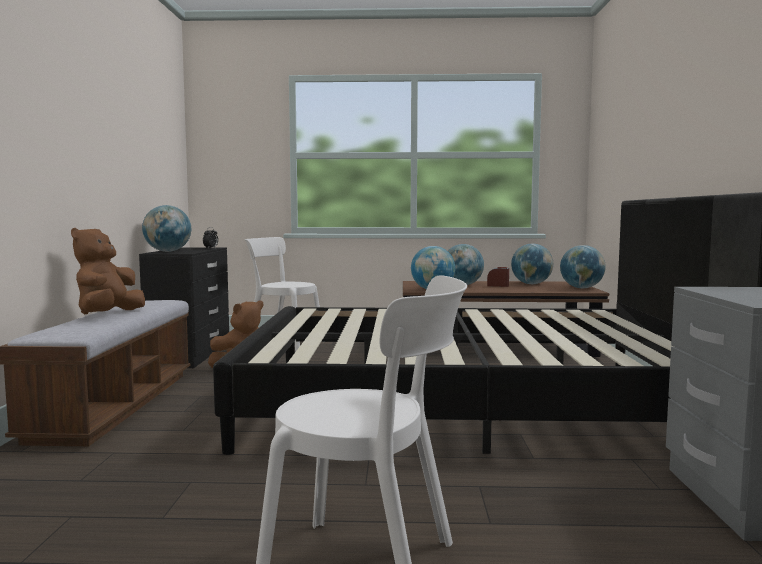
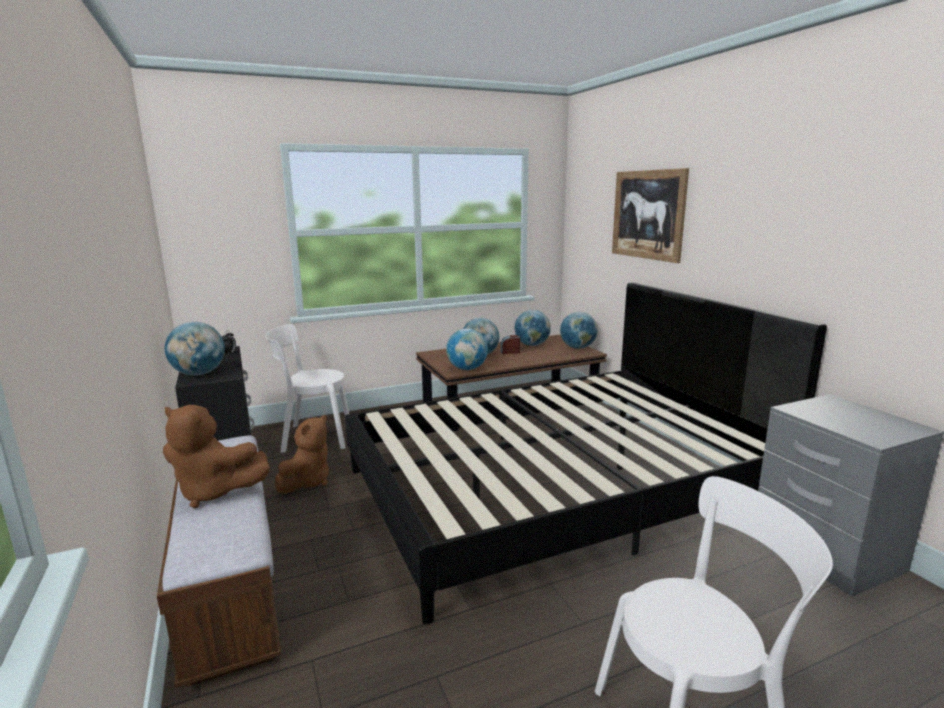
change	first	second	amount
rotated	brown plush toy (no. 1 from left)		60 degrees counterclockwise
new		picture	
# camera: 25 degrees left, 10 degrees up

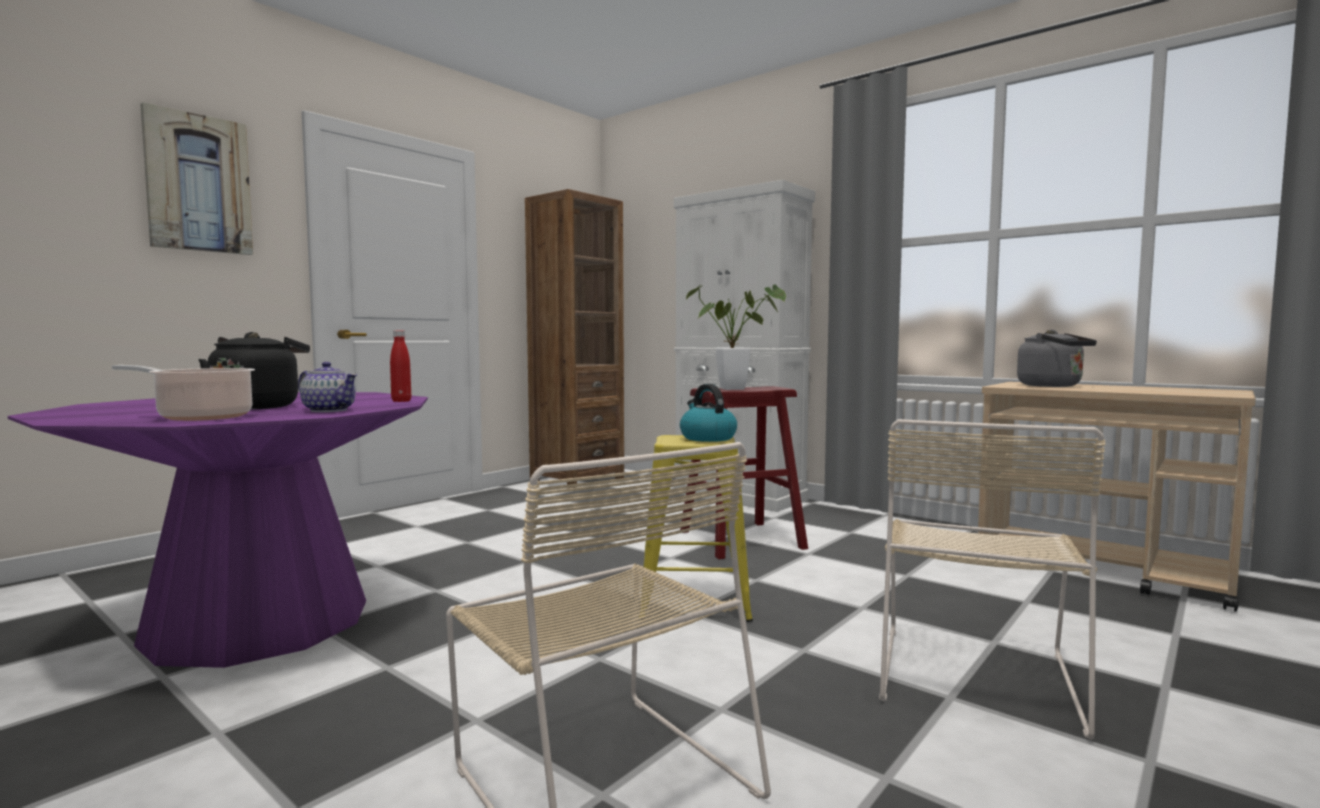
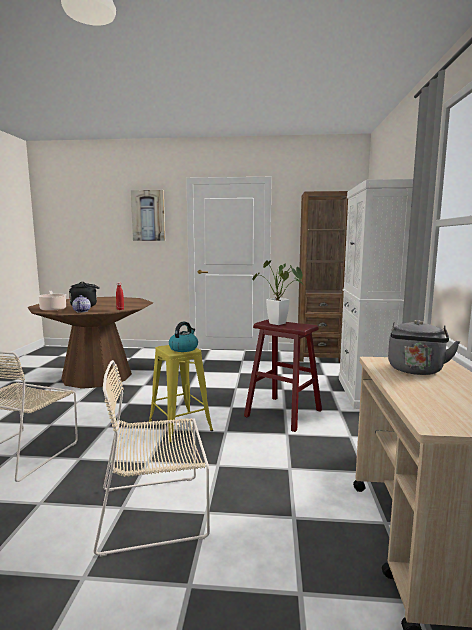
change	first	second	amount
repainted	purple dining table	brown dining table	
# camera: 55 degrees right, 5 degrees up

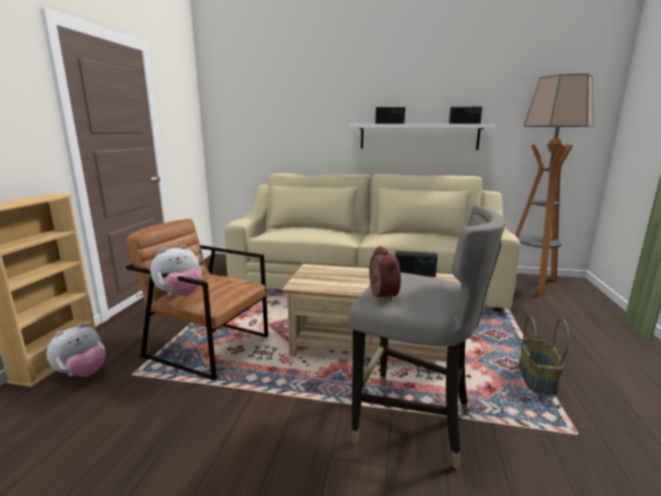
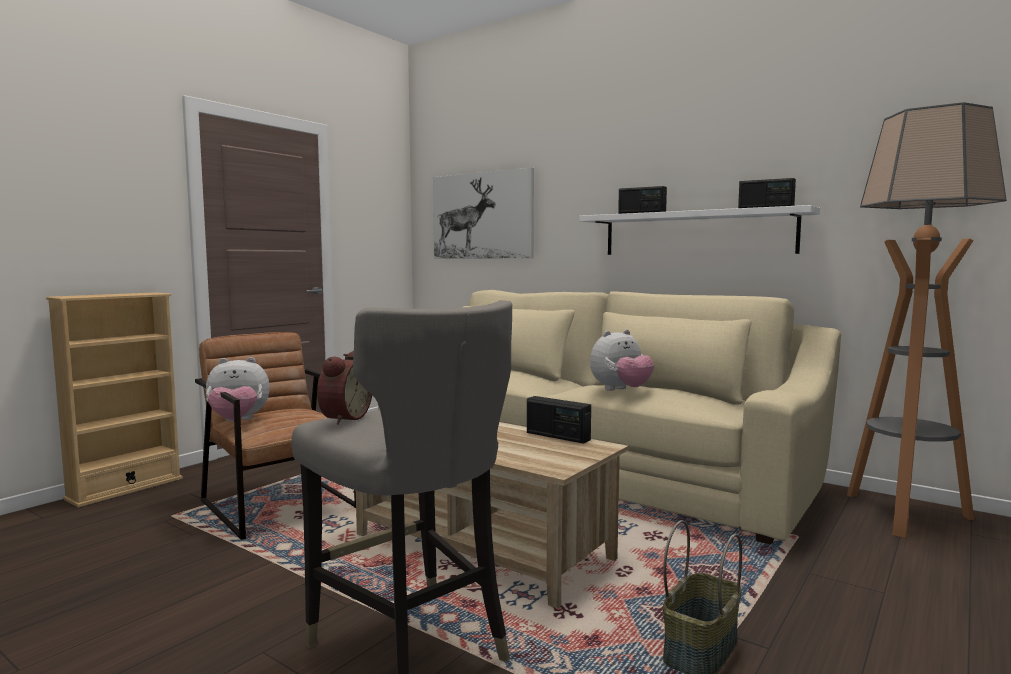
change	first	second	amount
new		picture	
shifted	plush toy (no. 1 from left in the first image)	plush toy (no. 2 from left)	
# camera: 25 degrees right, 10 degrees down

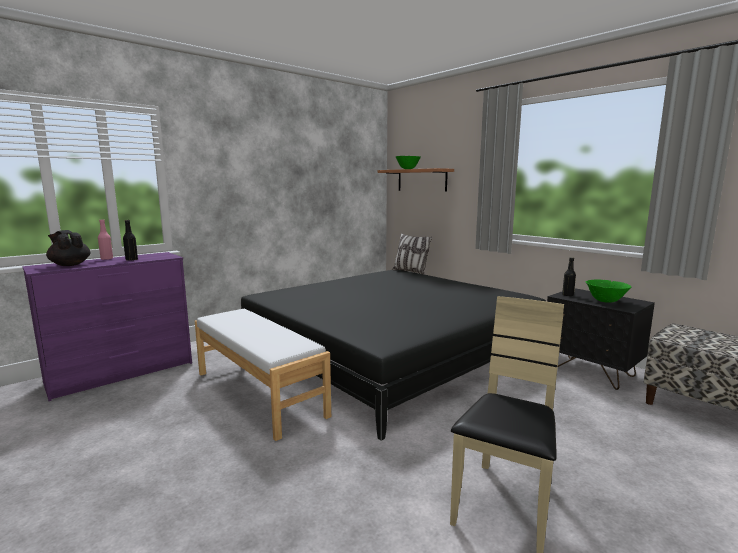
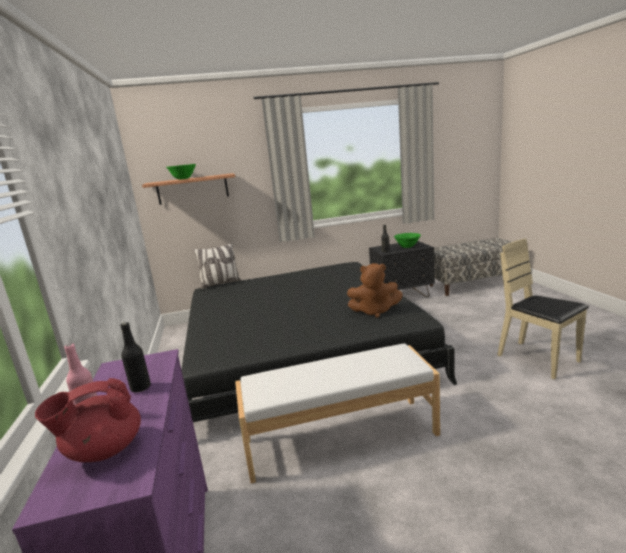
change	first	second	amount
repainted	black teapot	red teapot	
new		brown plush toy	
# camera: 60 degrees left, 5 degrees up

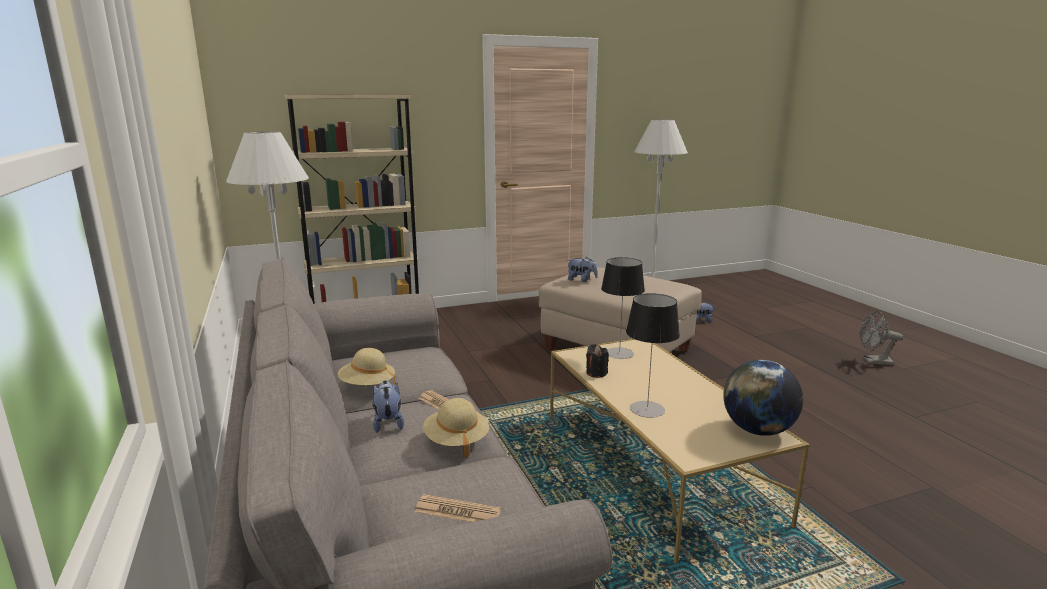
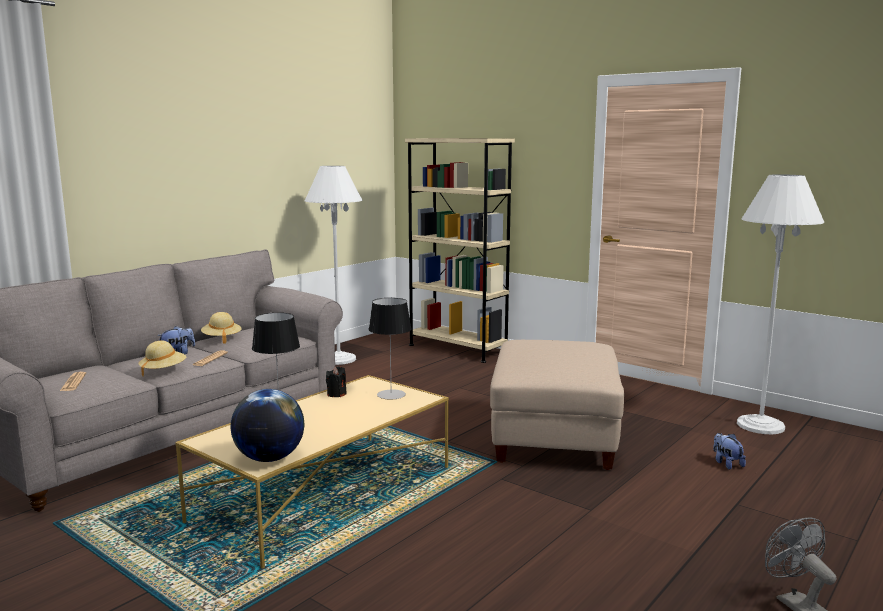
change	first	second	amount
gone	plush toy (no. 2 from left)		
# camera: 60 degrees right, 5 degrees down

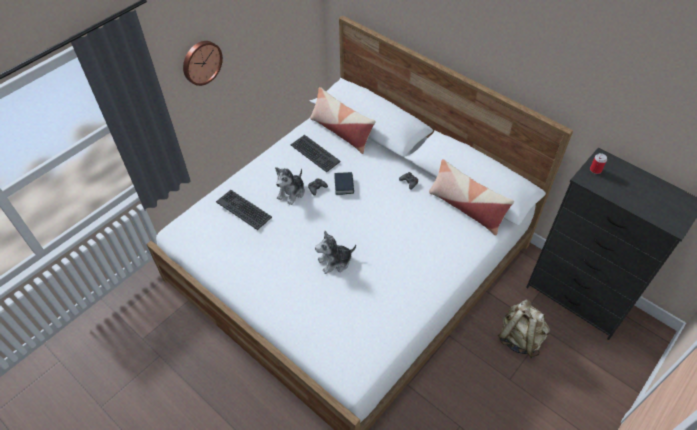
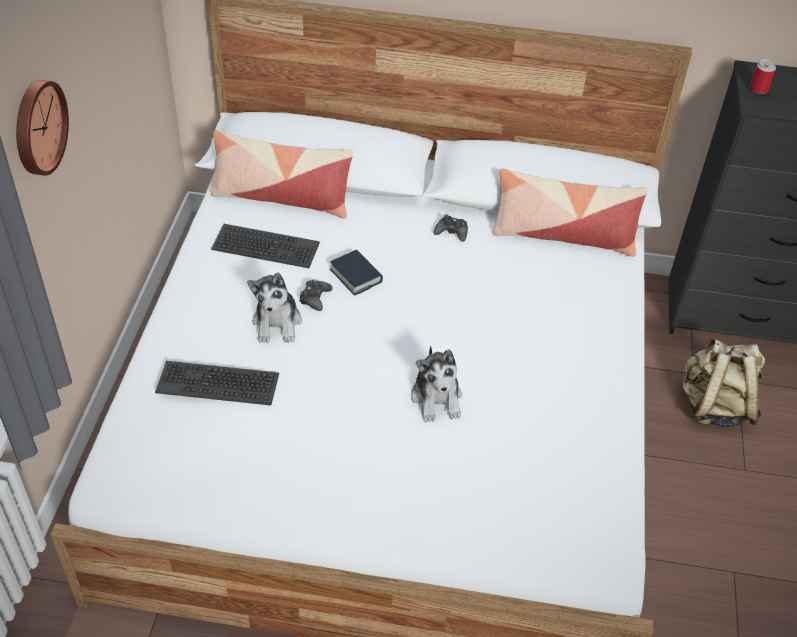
change	first	second	amount
rotated	plush toy (no. 2 from left)		45 degrees counterclockwise
# camera: 35 degrees left, 5 degrees down

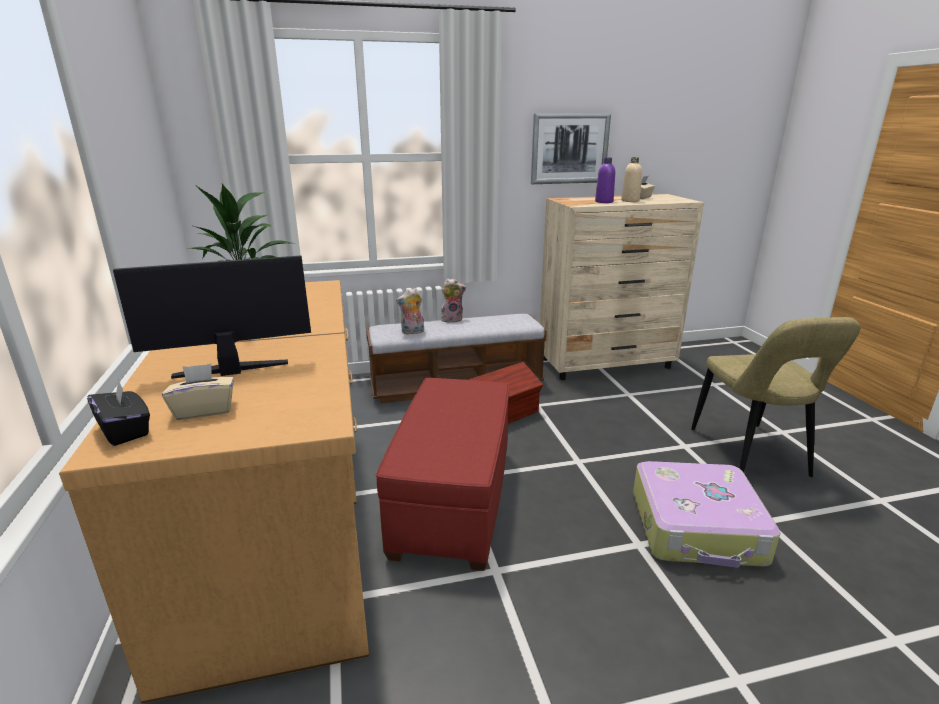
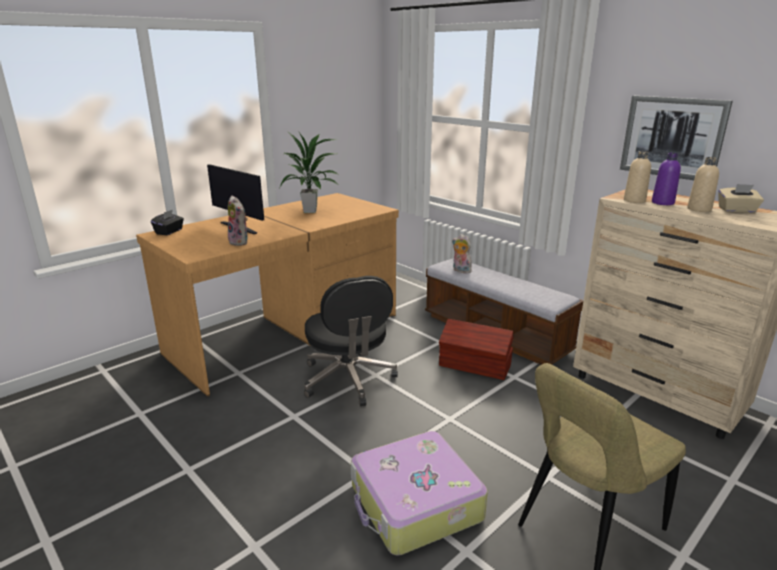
change	first	second	amount
shifted	plush toy (no. 2 from left in the first image)	plush toy (no. 1 from left)	
swapped	red ottoman	black office chair	
new		beige bottle (no. 1 from left)	
gone	beige tissue box (no. 1 from left)		
# camera: 60 degrees right, 0 degrees up

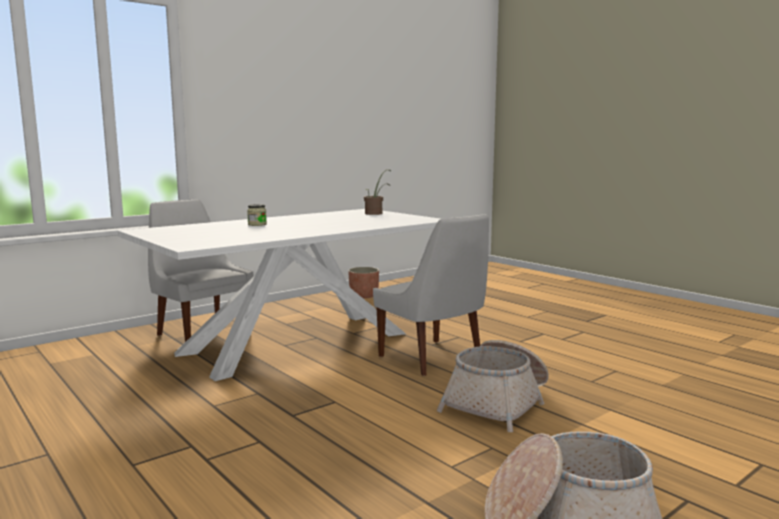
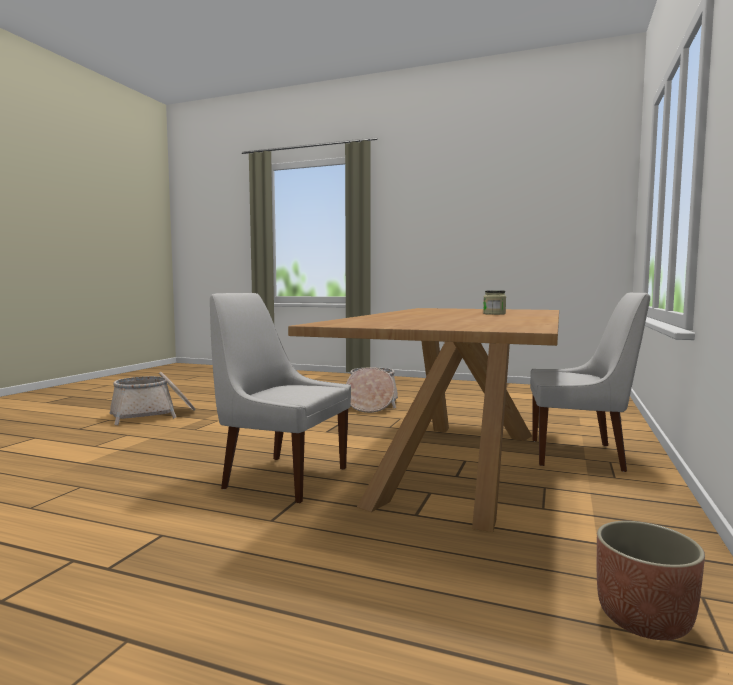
change	first	second	amount
repainted	white dining table	brown dining table	
shifted	basket (no. 1 from left in the first image)	basket (no. 2 from left)	
gone	potted plant		
# camera: 150 degrees right, 5 degrees down

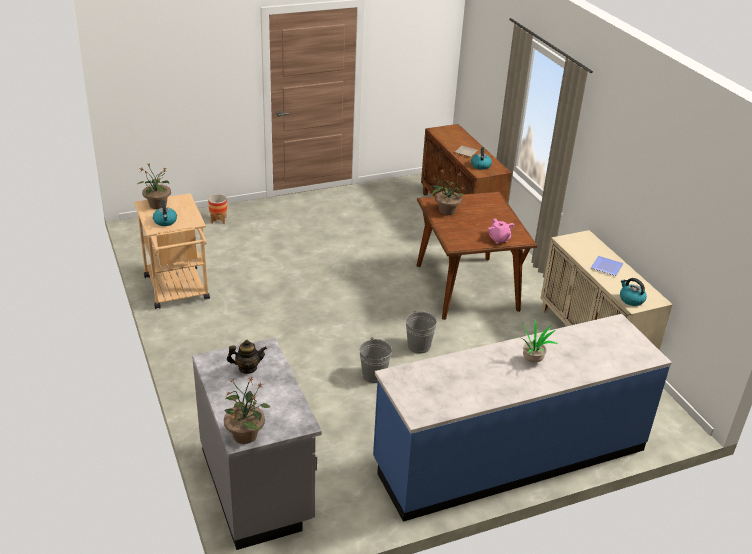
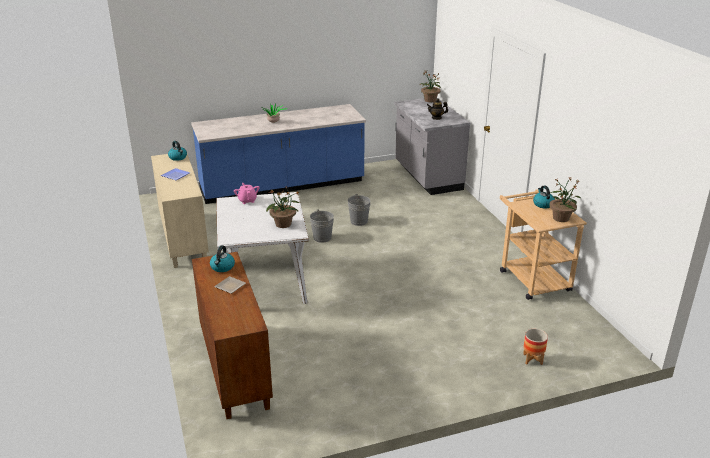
change	first	second	amount
repainted	brown dining table	white dining table	
# camera: 175 degrees left, 5 degrees down

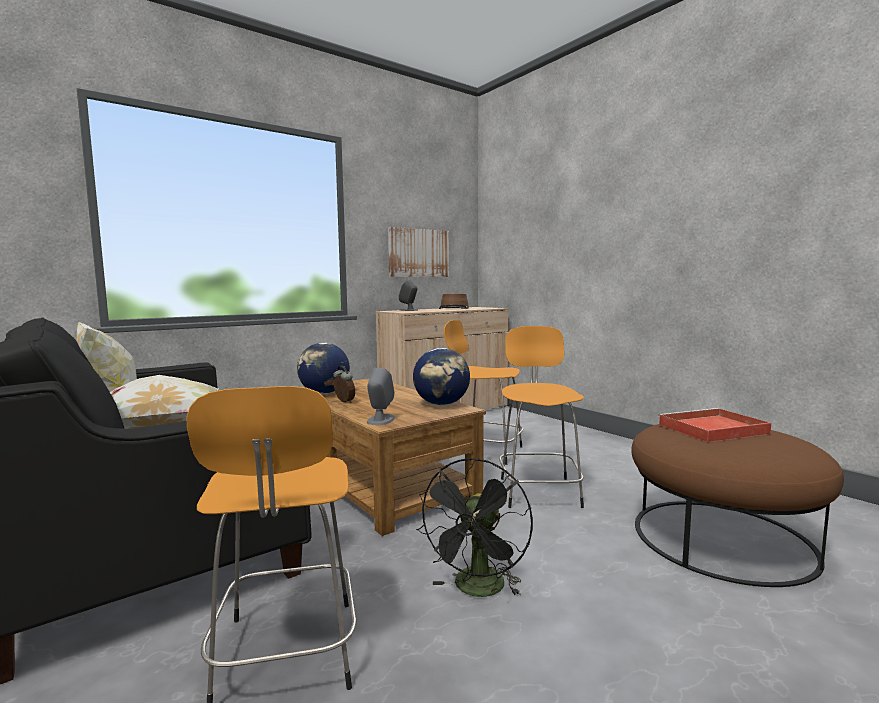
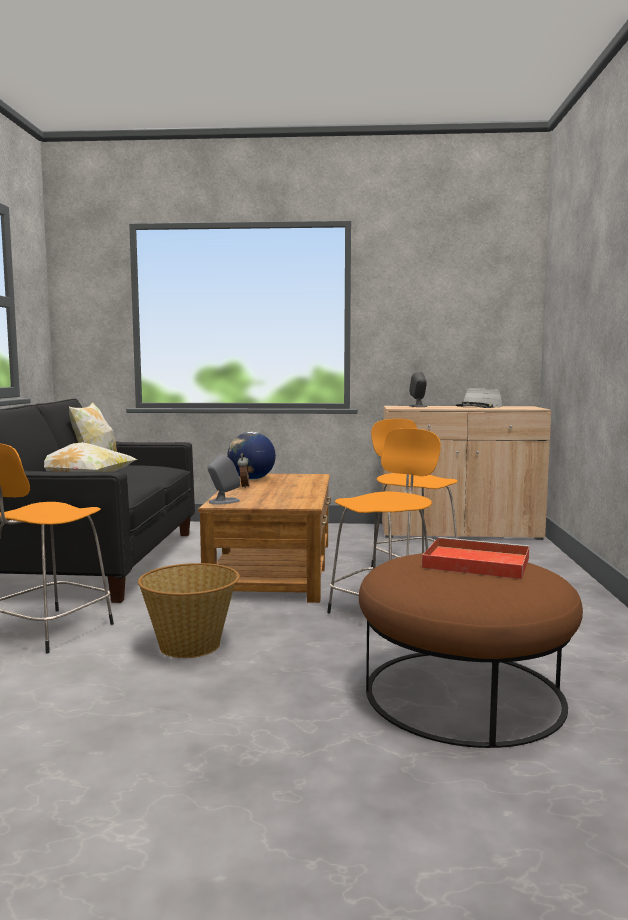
change	first	second	amount
swapped	black fan	basket	
repainted	brown hat	grey hat	
gone	picture		
gone	globe (no. 2 from left)		
# camera: 40 degrees right, 0 degrees up

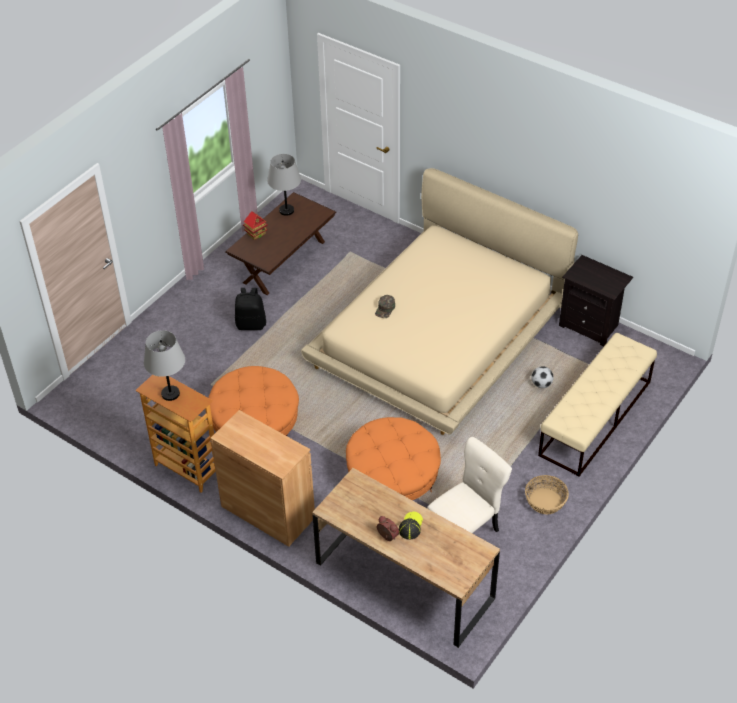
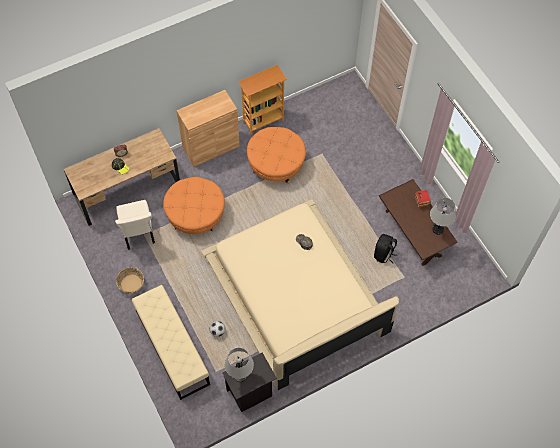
change	first	second	amount
shifted	grey table lamp (no. 1 from left)		
shifted	black backpack		
# camera: 115 degrees right, 15 degrees up

